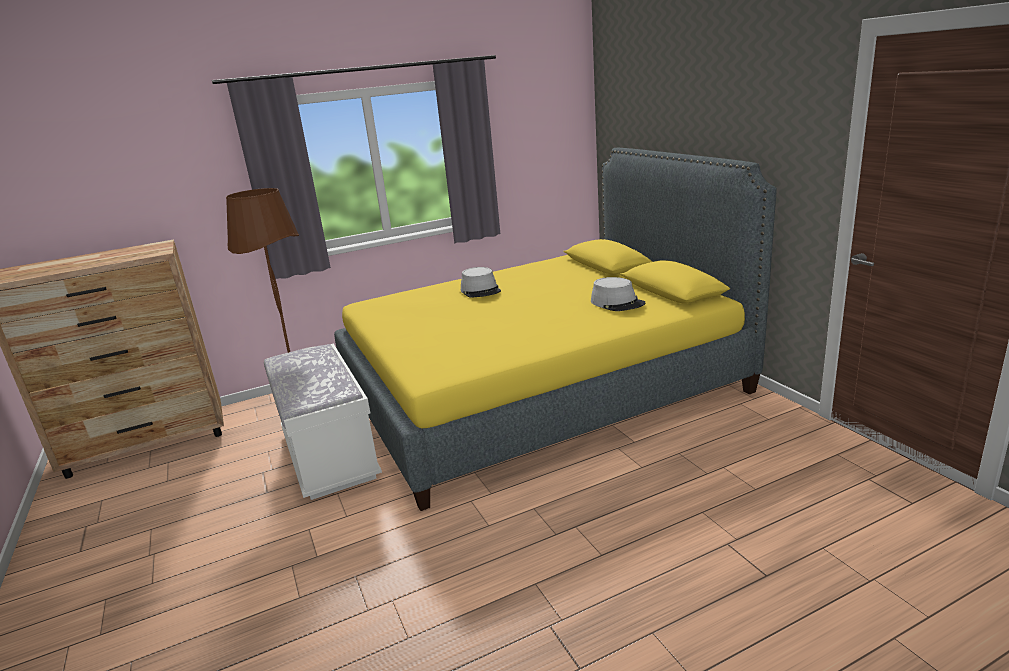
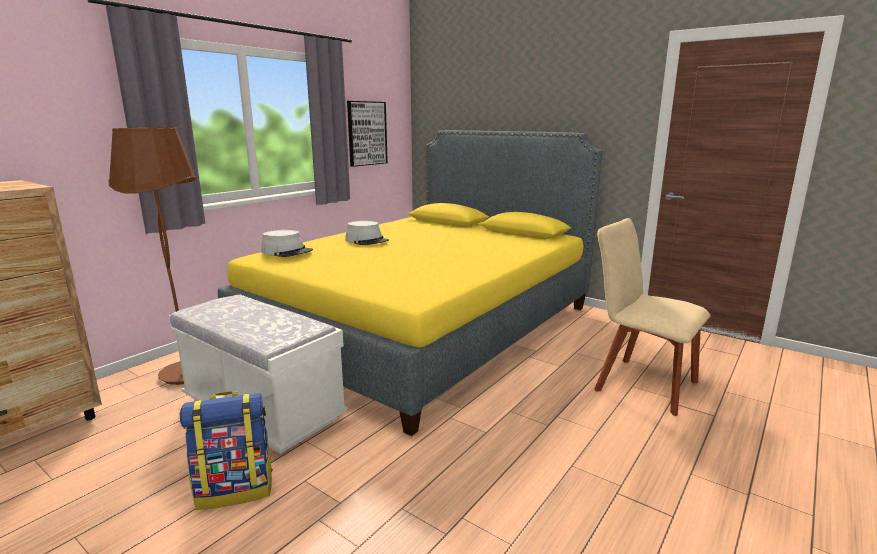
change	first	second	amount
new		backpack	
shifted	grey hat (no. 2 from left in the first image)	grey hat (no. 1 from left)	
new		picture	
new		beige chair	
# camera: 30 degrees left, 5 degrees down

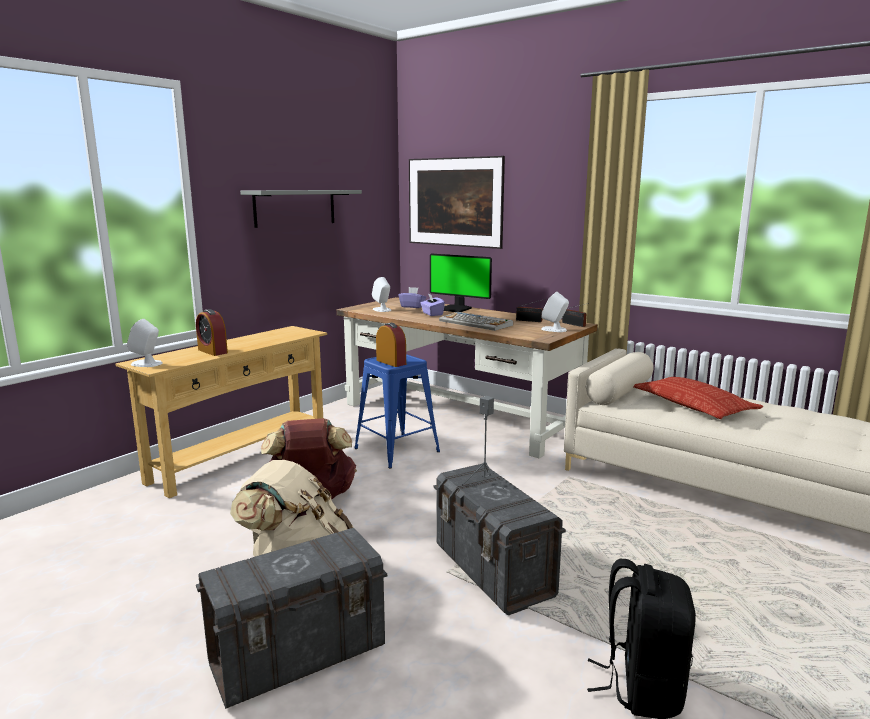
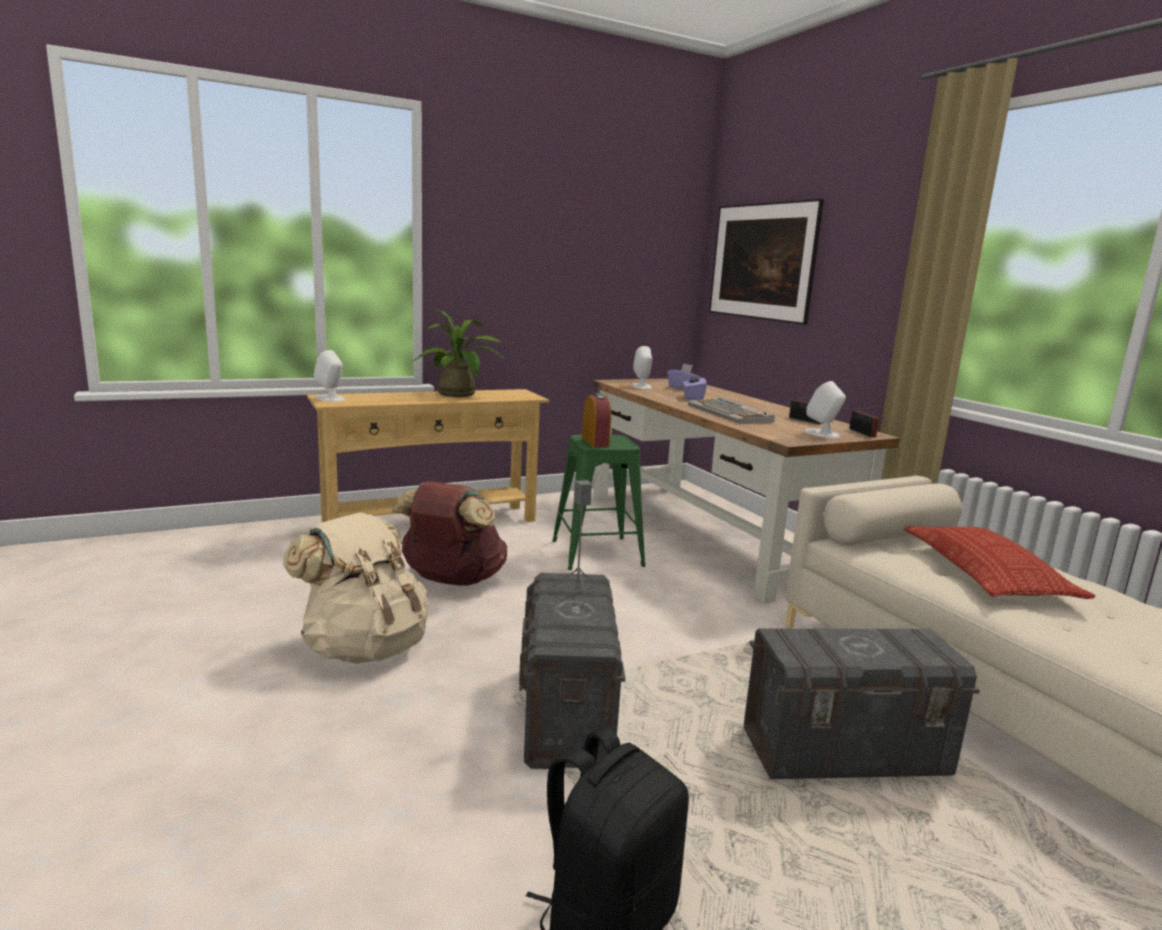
change	first	second	amount
new		potted plant	
repainted	blue stool	green stool	
shifted	grey storage box (no. 1 from left in the first image)	grey storage box (no. 2 from left)	
gone	alarm clock (no. 1 from left)		
gone	grey shelf		
gone	monitor		
# camera: 25 degrees right, 0 degrees up

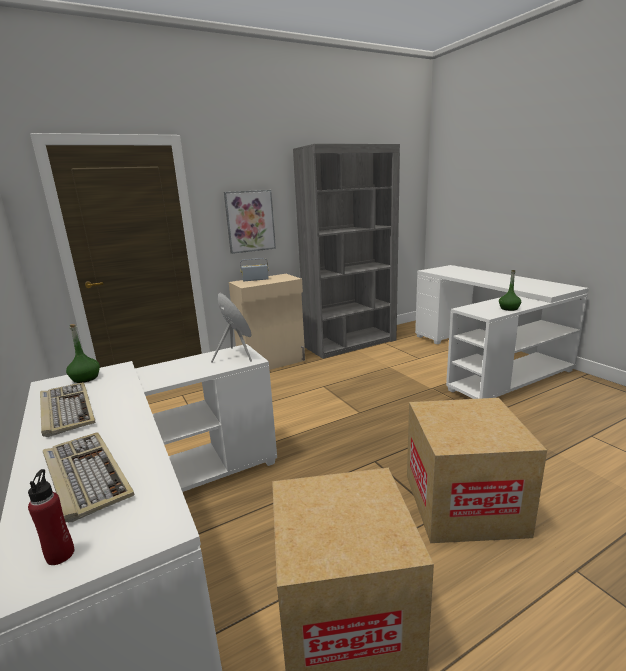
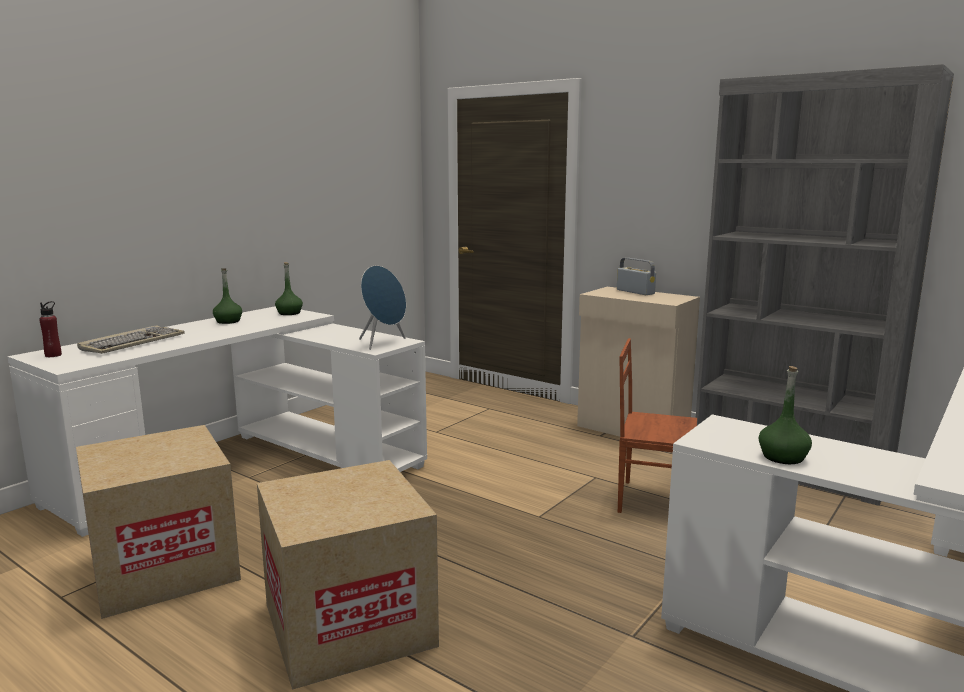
change	first	second	amount
swapped	keyboard (no. 1 from left)	green bottle (no. 1 from left)	
new		brown chair	
gone	picture		
# camera: 65 degrees right, 5 degrees down

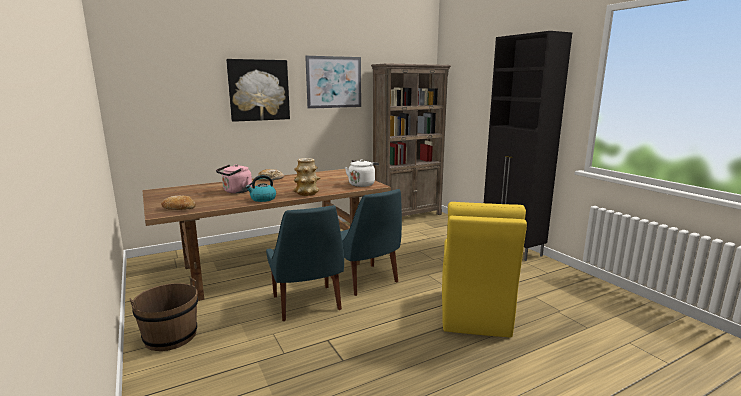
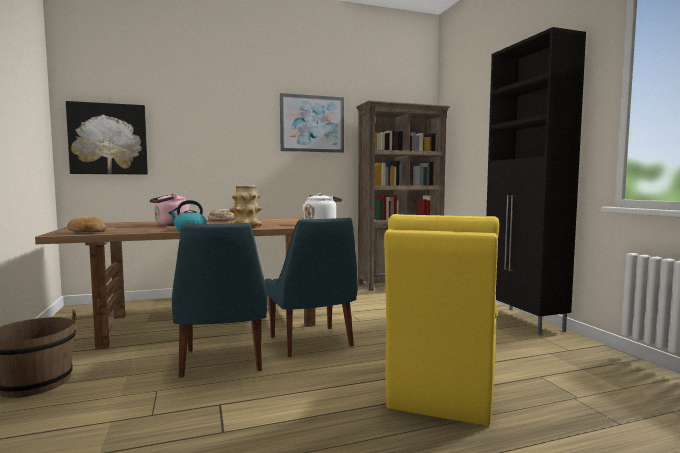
change	first	second	amount
shifted	picture (no. 1 from left)		
# camera: 10 degrees right, 10 degrees down

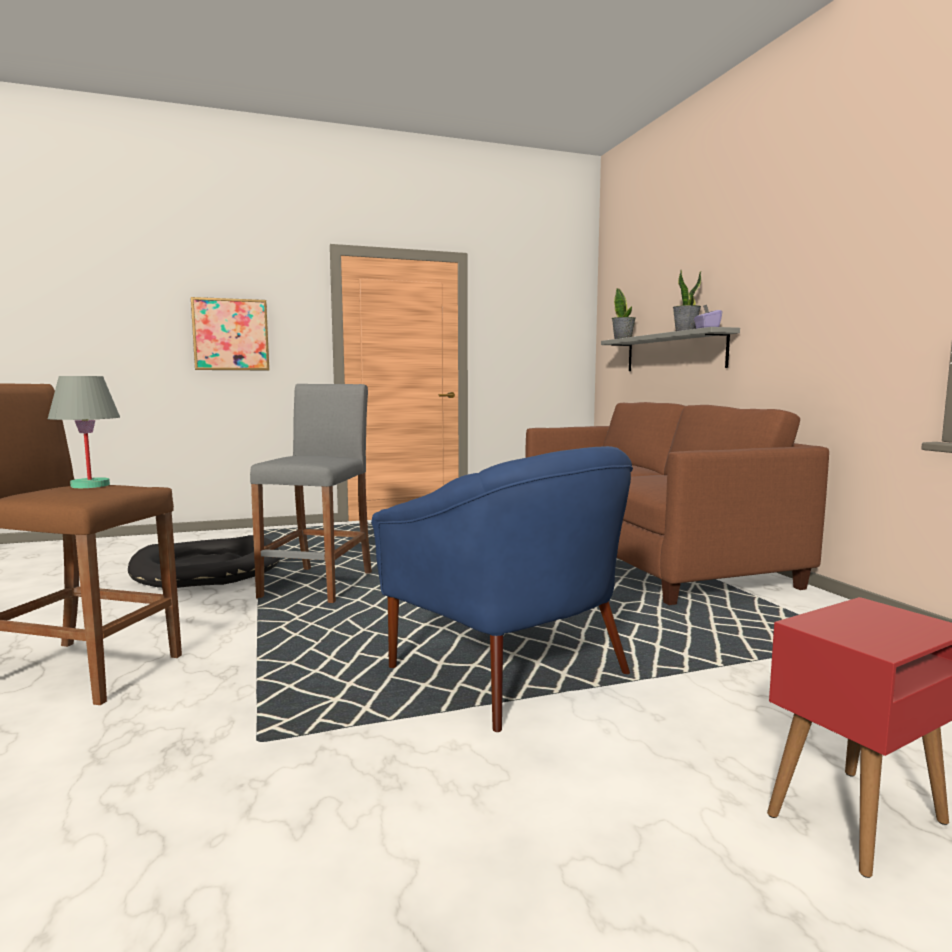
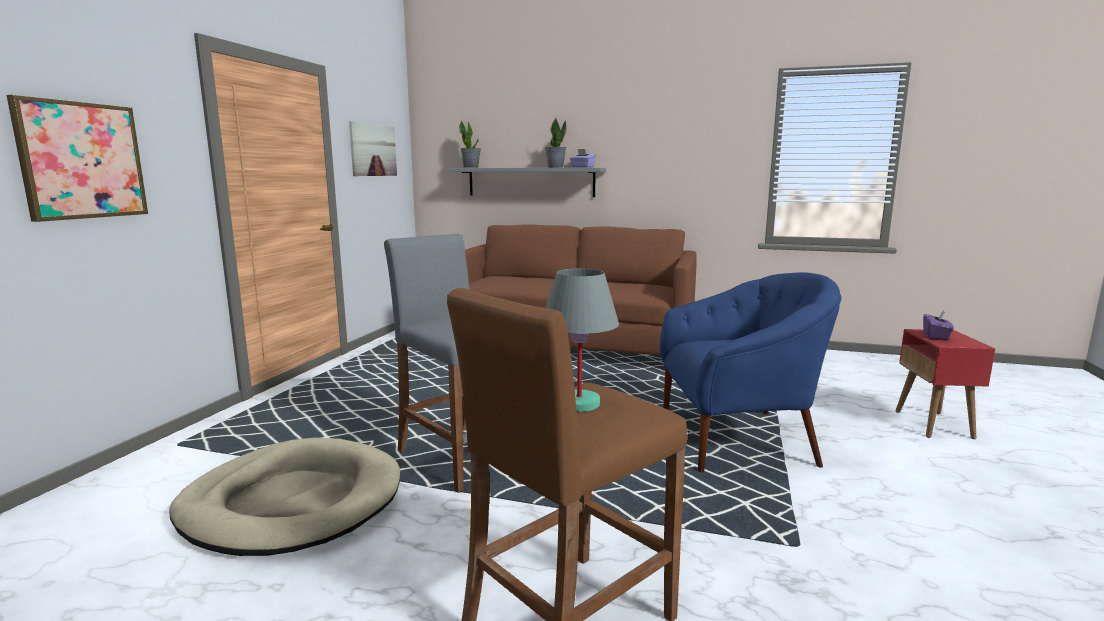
change	first	second	amount
repainted	black dog bed	beige dog bed	
new		picture (no. 2 from left)	
new		purple tissue box (no. 2 from left)	
# camera: 55 degrees left, 5 degrees up

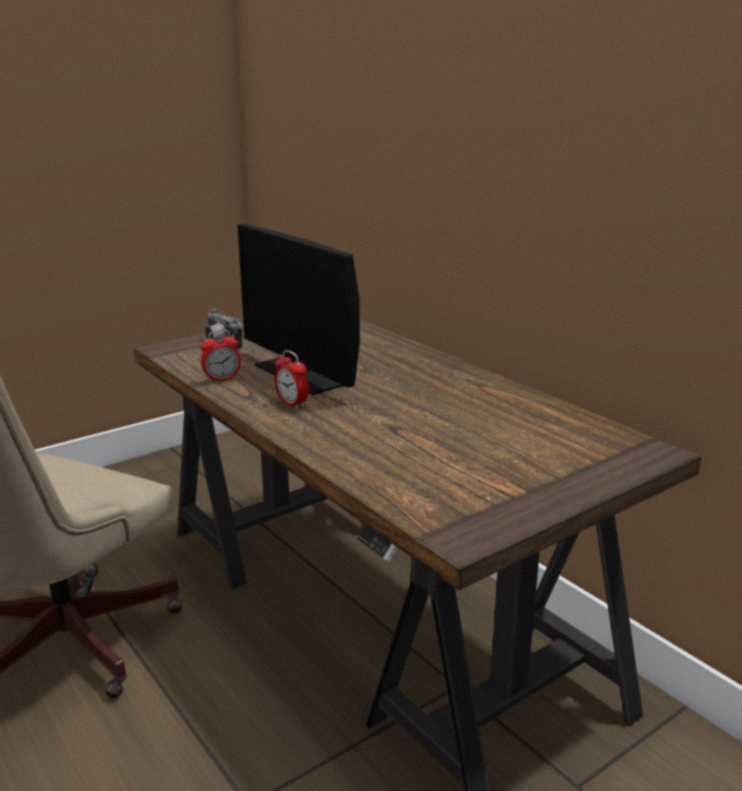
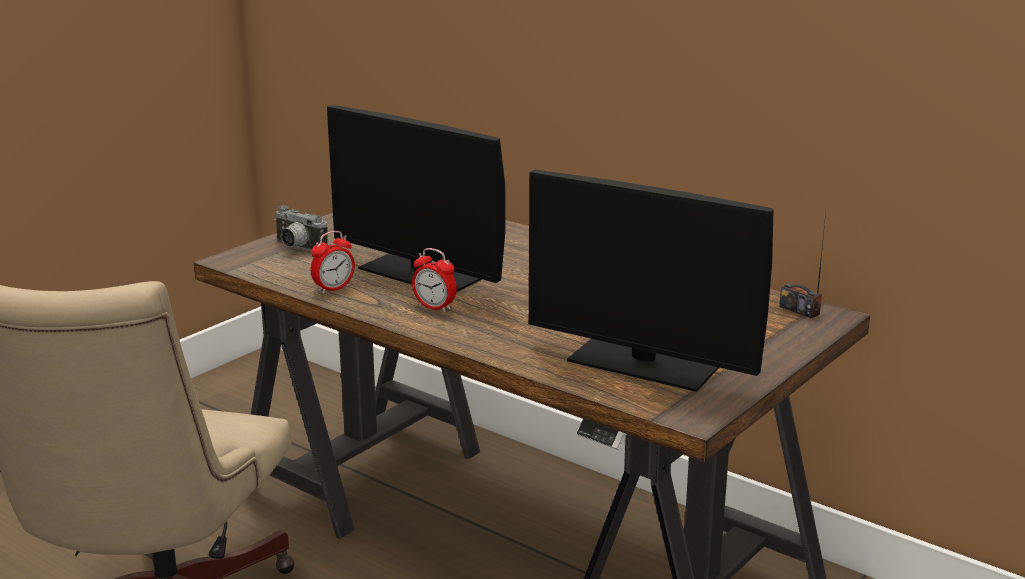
change	first	second	amount
new		monitor (no. 2 from left)	
new		radio	
# camera: 15 degrees left, 0 degrees up

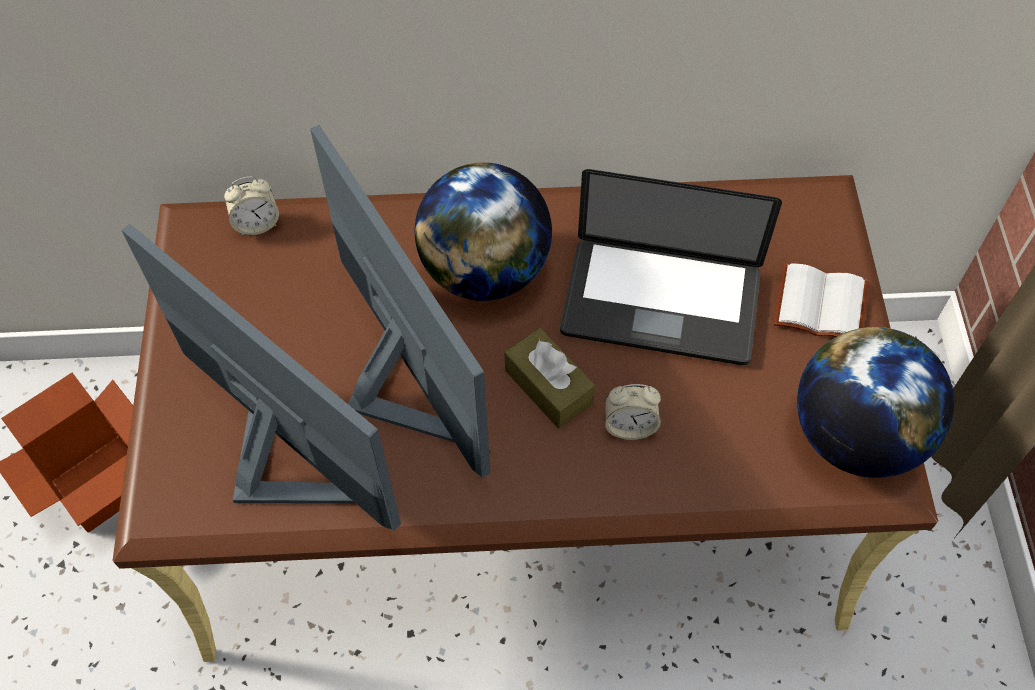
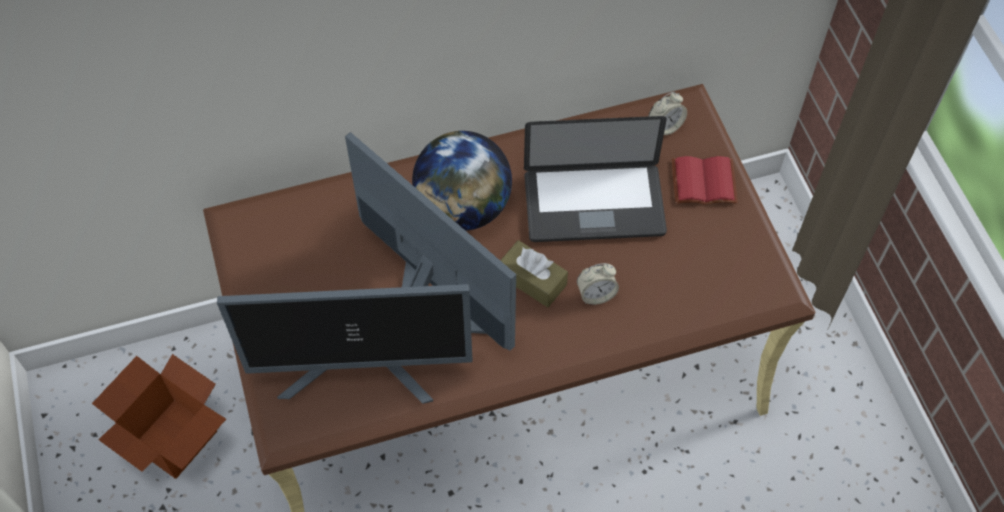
change	first	second	amount
rotated	monitor (no. 1 from left)		150 degrees clockwise
shifted	alarm clock (no. 1 from left in the first image)	alarm clock (no. 2 from left)	
repainted	white book	red book	
gone	globe (no. 2 from left)		
# camera: 15 degrees left, 0 degrees up

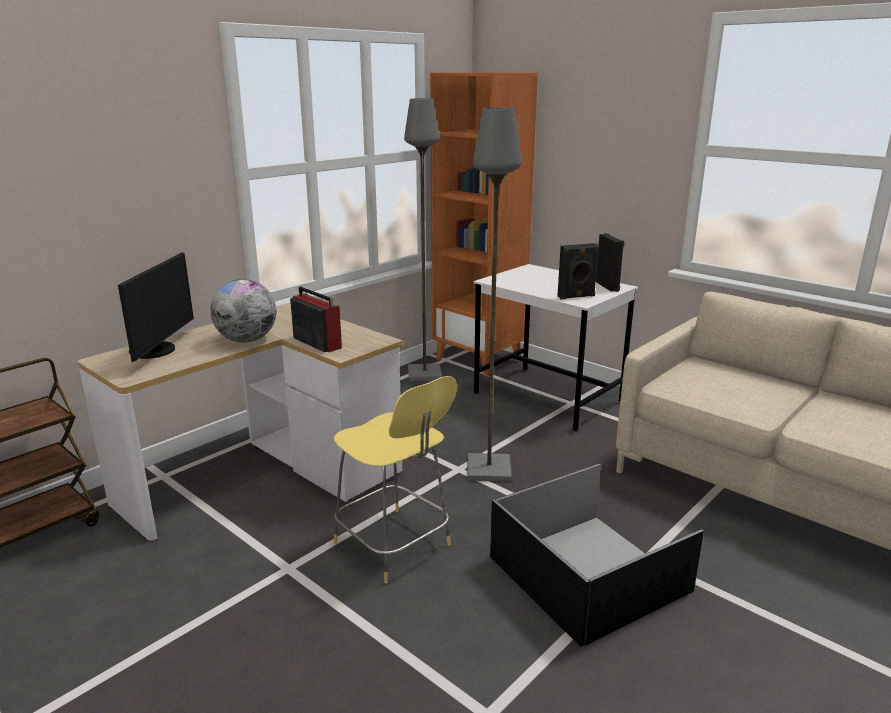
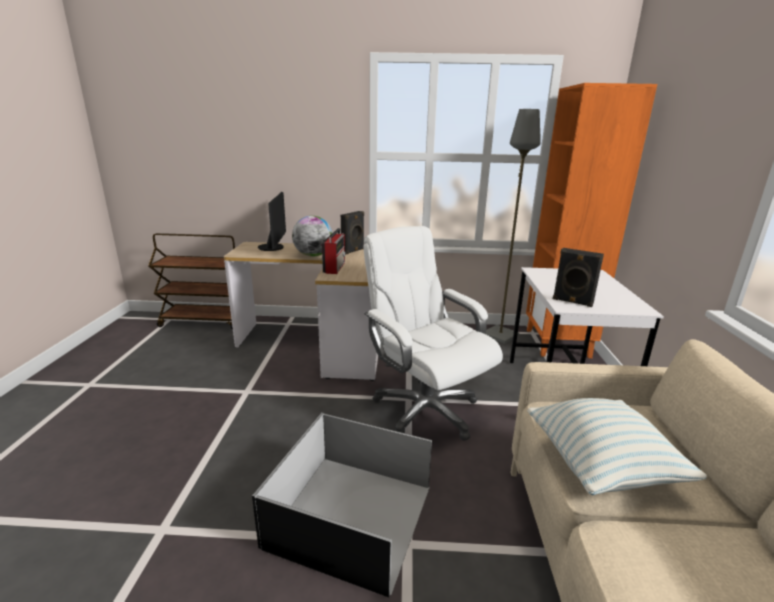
change	first	second	amount
rotated	monitor		60 degrees counterclockwise
shifted	black speaker (no. 2 from left in the first image)	black speaker (no. 1 from left)	
swapped	grey floor lamp (no. 2 from left)	white office chair	
new		pillow	
gone	yellow stool		
# camera: 50 degrees right, 0 degrees up

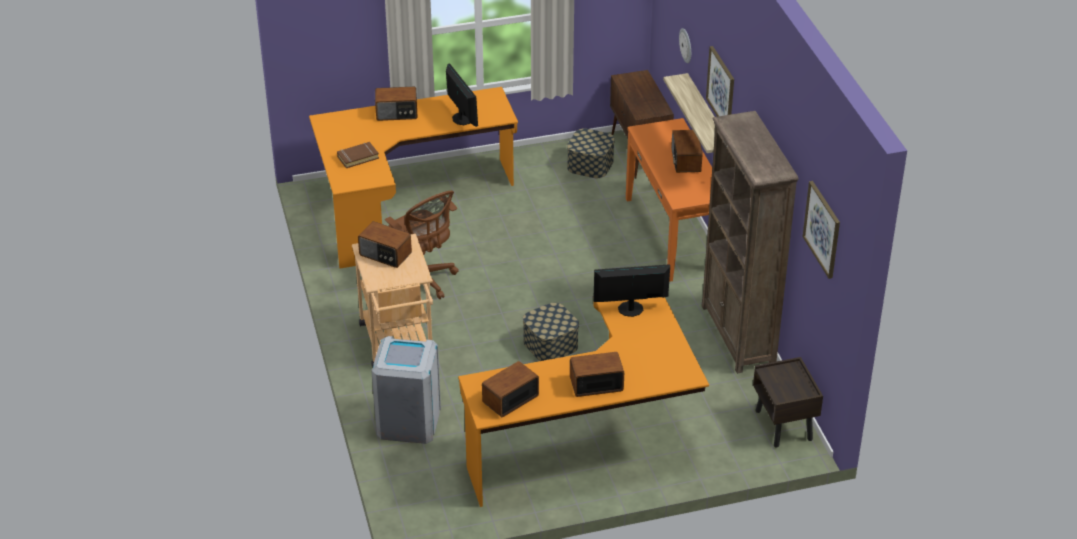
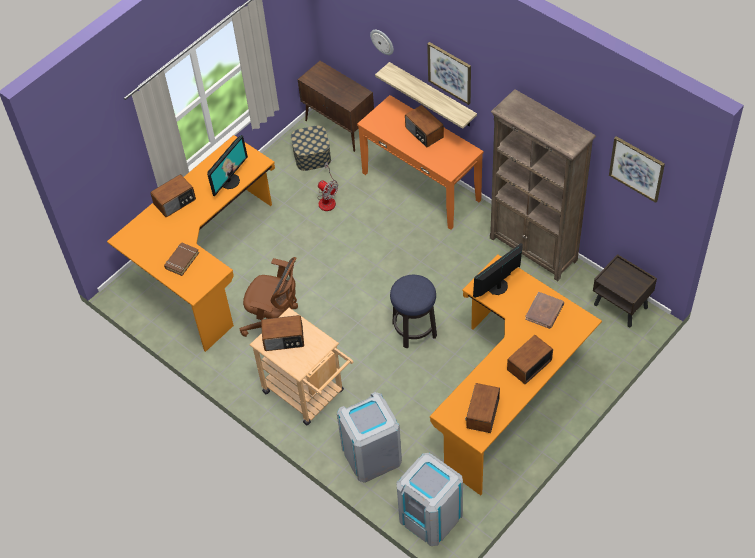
change	first	second	amount
rotated	monitor (no. 1 from left)		90 degrees clockwise
new		fan	
swapped	storage box (no. 1 from left)	stool	
new		grey trash can (no. 2 from left)	
new		brown book (no. 2 from left)	
# camera: 30 degrees left, 15 degrees up

